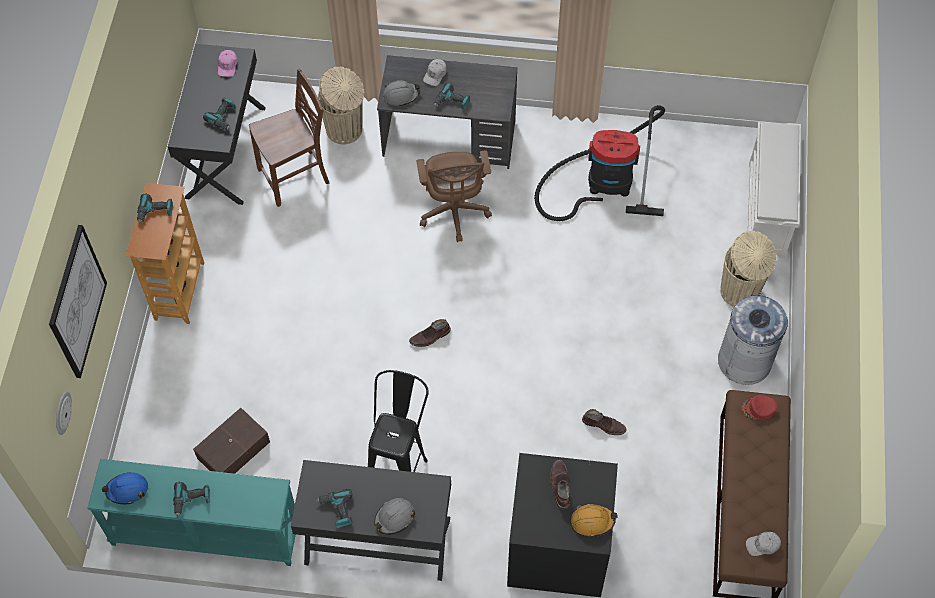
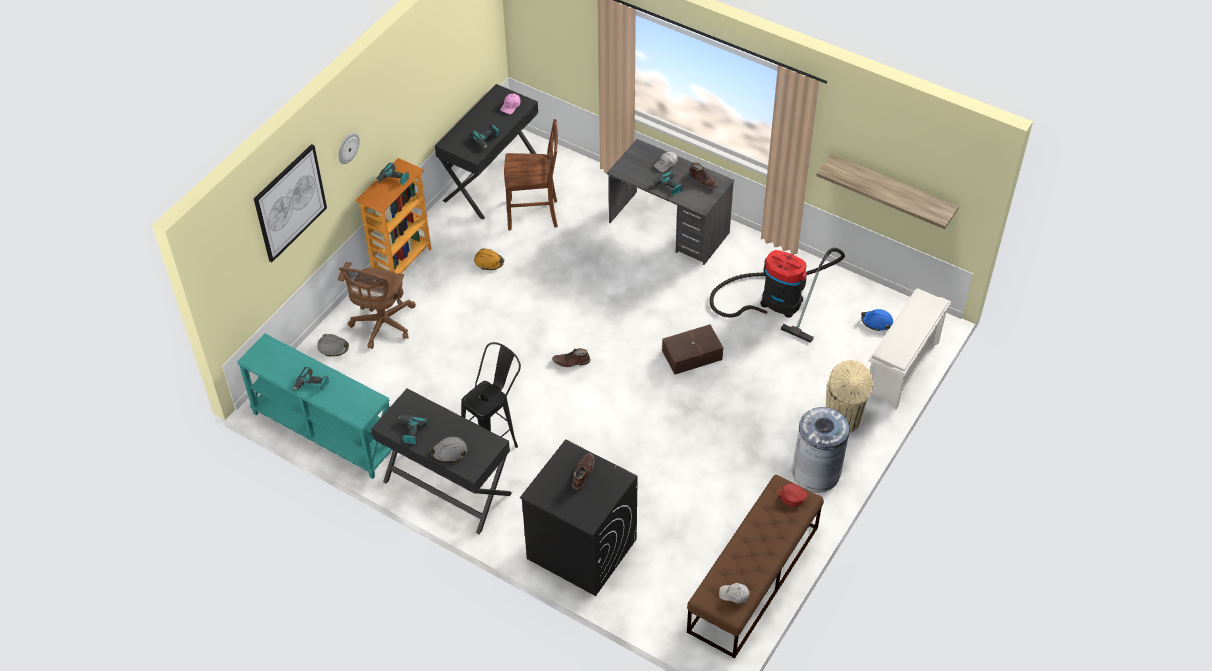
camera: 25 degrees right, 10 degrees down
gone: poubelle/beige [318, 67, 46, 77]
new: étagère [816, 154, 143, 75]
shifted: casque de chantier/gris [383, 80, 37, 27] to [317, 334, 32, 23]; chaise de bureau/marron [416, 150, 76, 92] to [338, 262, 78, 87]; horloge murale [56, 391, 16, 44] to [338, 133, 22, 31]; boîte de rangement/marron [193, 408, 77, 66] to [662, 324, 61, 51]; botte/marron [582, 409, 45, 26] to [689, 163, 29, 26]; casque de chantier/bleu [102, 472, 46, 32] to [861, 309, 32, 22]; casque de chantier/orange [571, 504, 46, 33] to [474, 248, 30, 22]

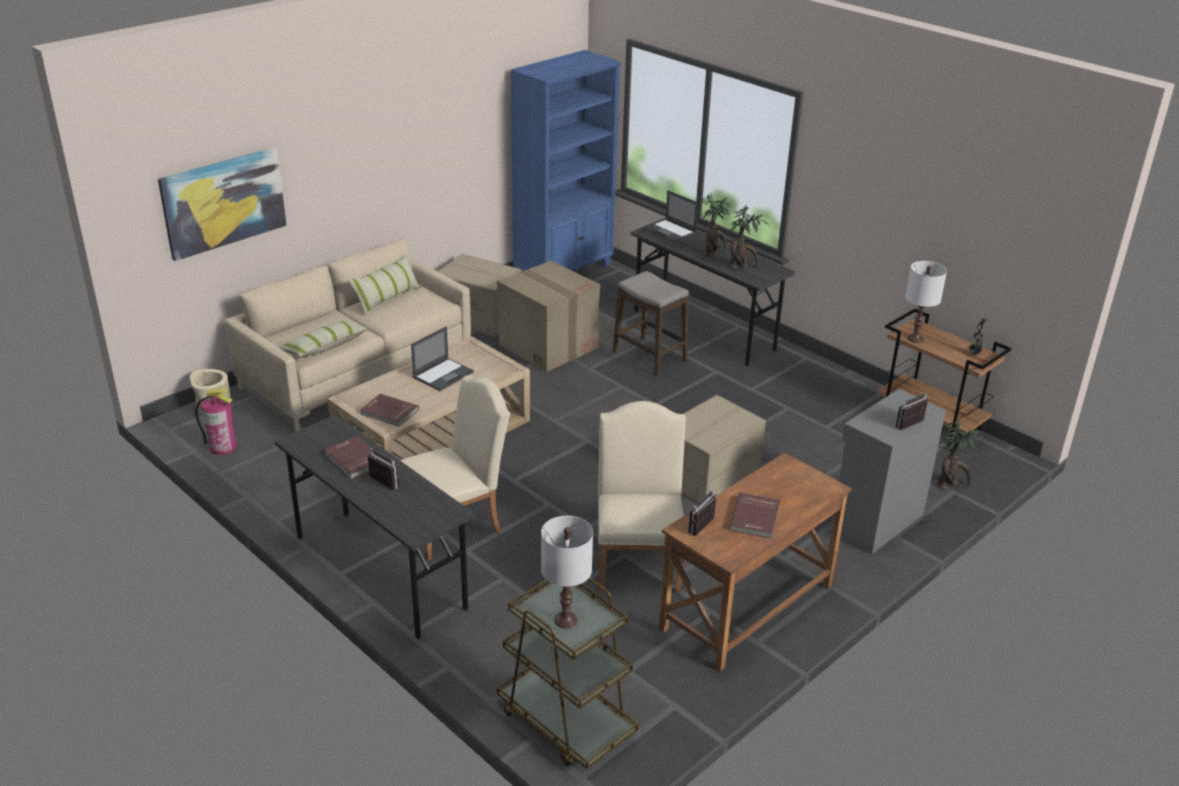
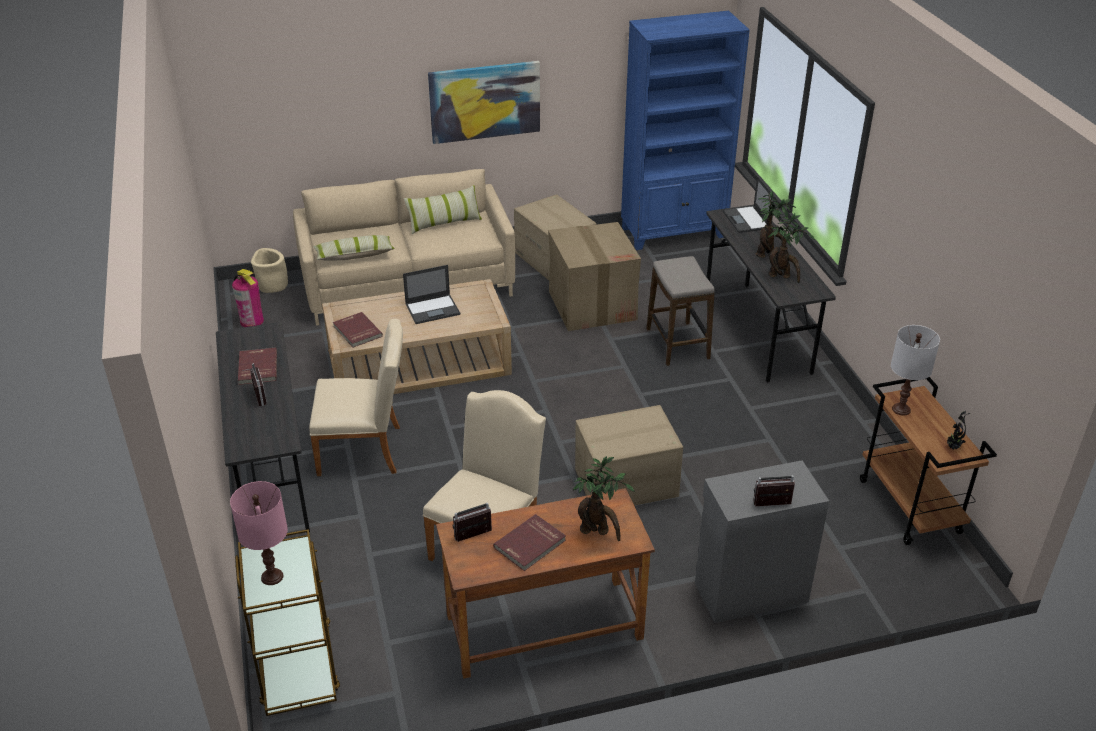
camera: 30 degrees right, 5 degrees up
shifted: tableau [158, 147, 128, 114] to [428, 61, 112, 83]; plante en pot [936, 419, 48, 69] to [573, 456, 62, 85]
repainted: lampe de table/blanc [541, 516, 52, 112] to lampe de table/rose [230, 481, 58, 104]

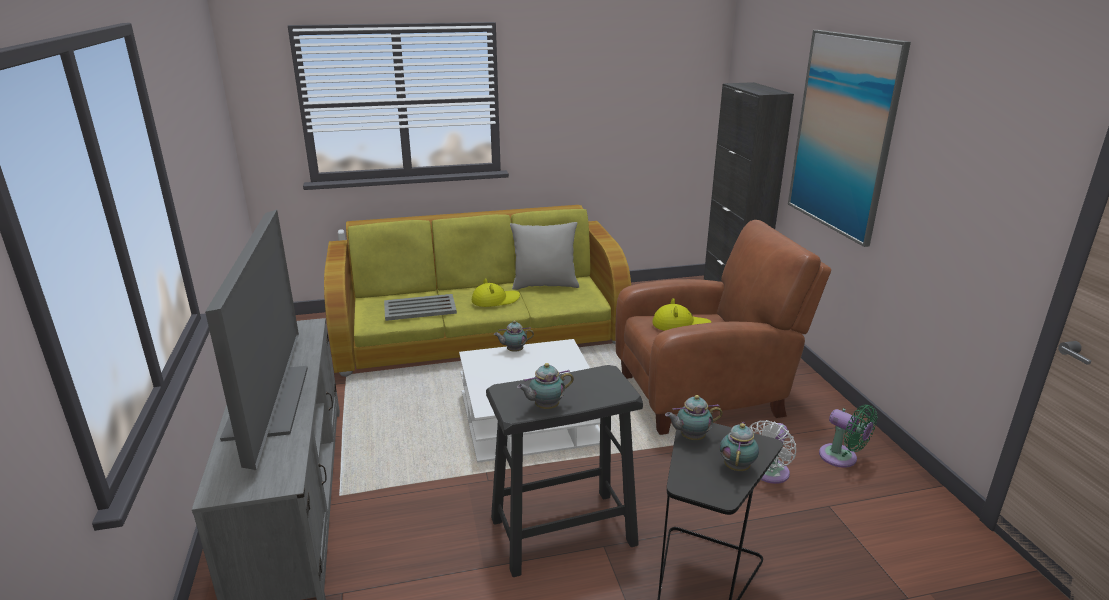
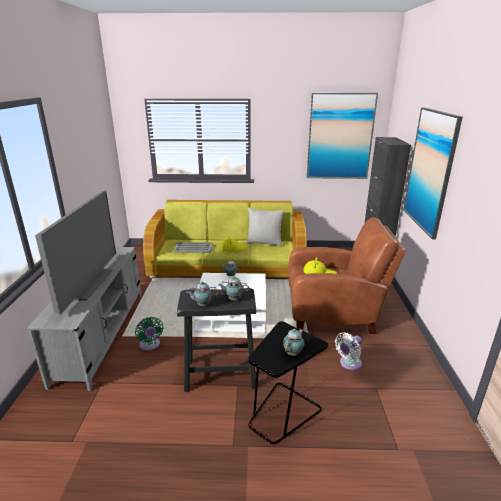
camera: 15 degrees right, 0 degrees up
new: tableau [307, 93, 71, 86]
shifted: théière [665, 395, 58, 45] to [219, 276, 30, 24]; ventilateur/vert [819, 405, 58, 63] to [135, 317, 28, 34]

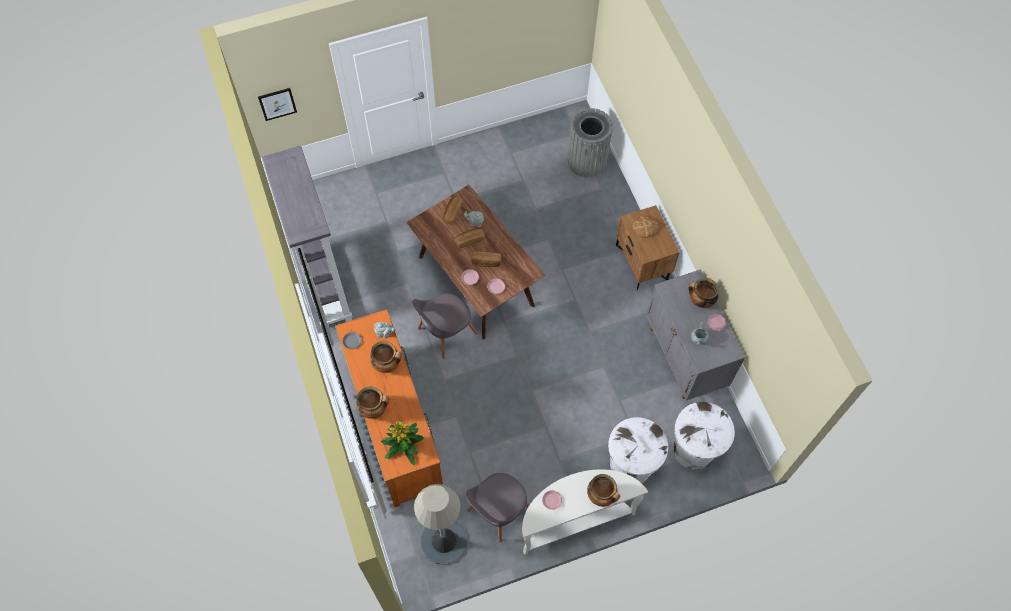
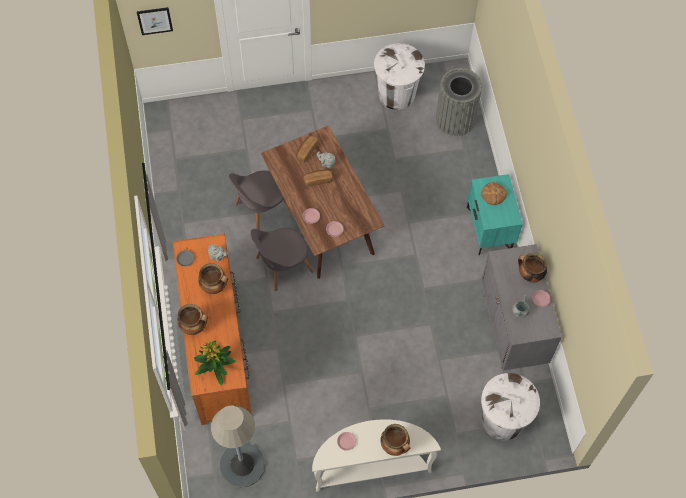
camera: 10 degrees right, 0 degrees up
gone: bibliothèque/gris [262, 146, 91, 182]; pain [471, 251, 30, 16]
shifted: poubelle/blanc [608, 417, 60, 66] to [374, 43, 51, 67]; chaise/gris [465, 473, 64, 69] to [229, 170, 62, 60]
repainted: table de chevet/marron [616, 205, 64, 85] to table de chevet/turquoise [467, 174, 56, 81]

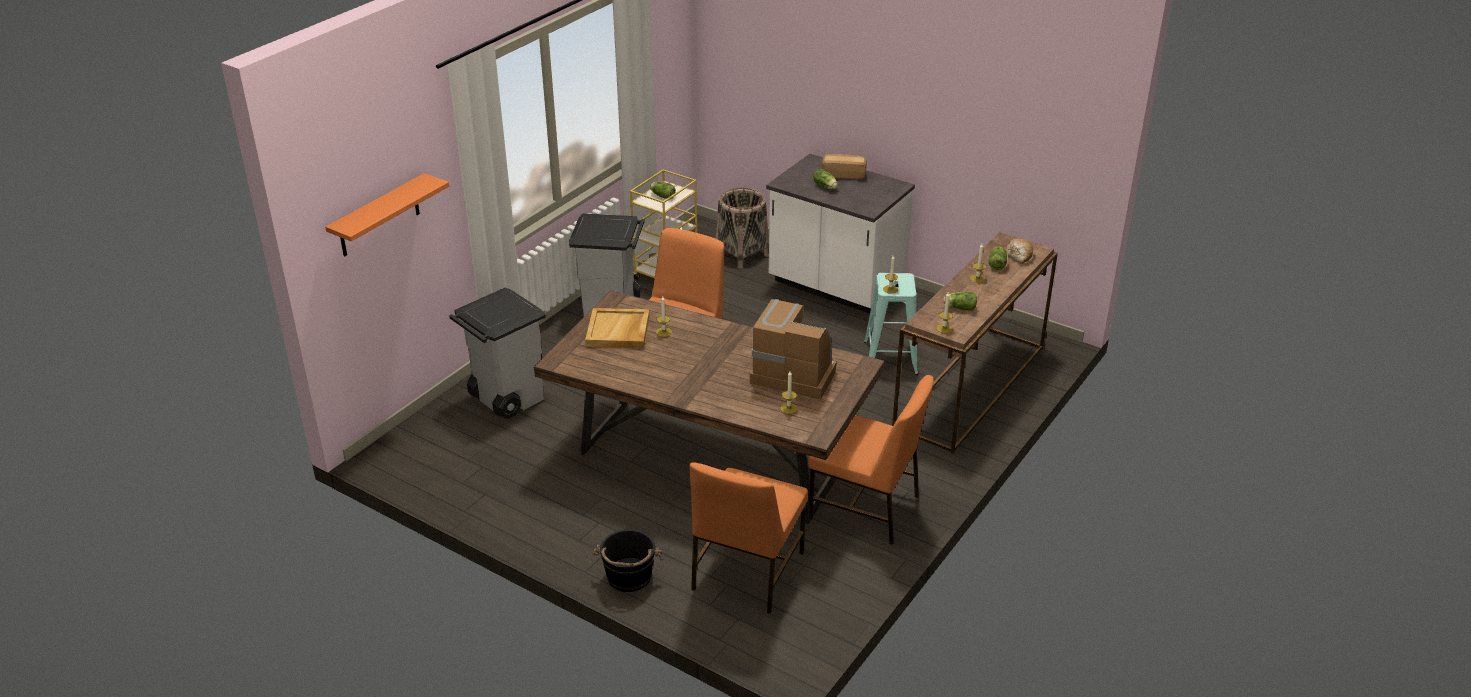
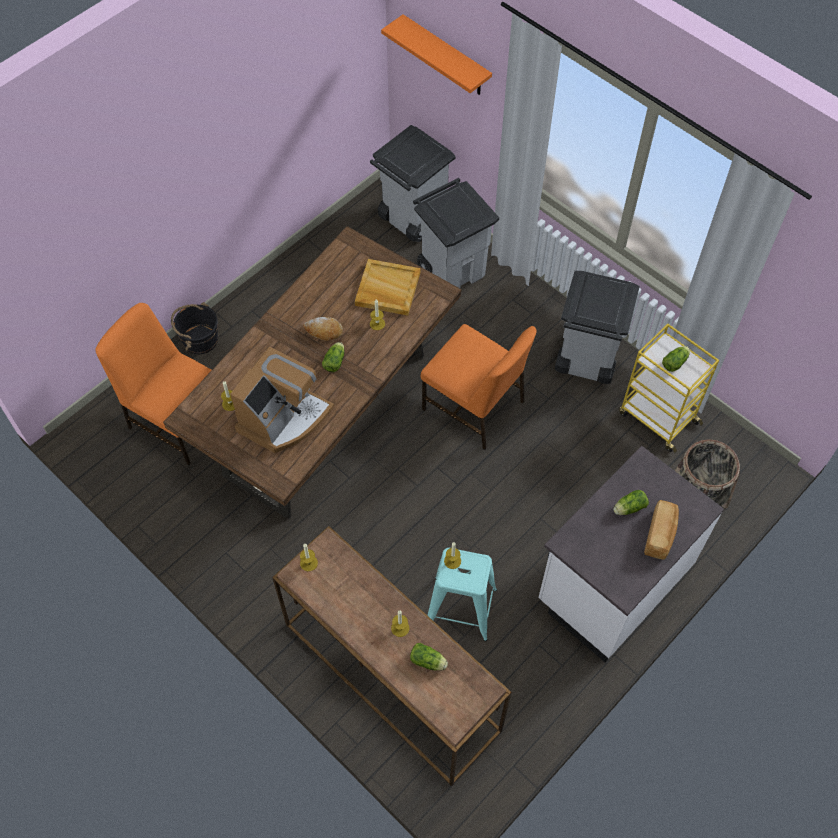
camera: 100 degrees right, 25 degrees up
gone: chaise/orange [809, 375, 125, 170]
new: poubelle/gris [370, 125, 86, 117]
shifted: pain [1007, 238, 26, 26] to [303, 317, 40, 24]; laitue [943, 292, 34, 19] to [322, 342, 23, 30]

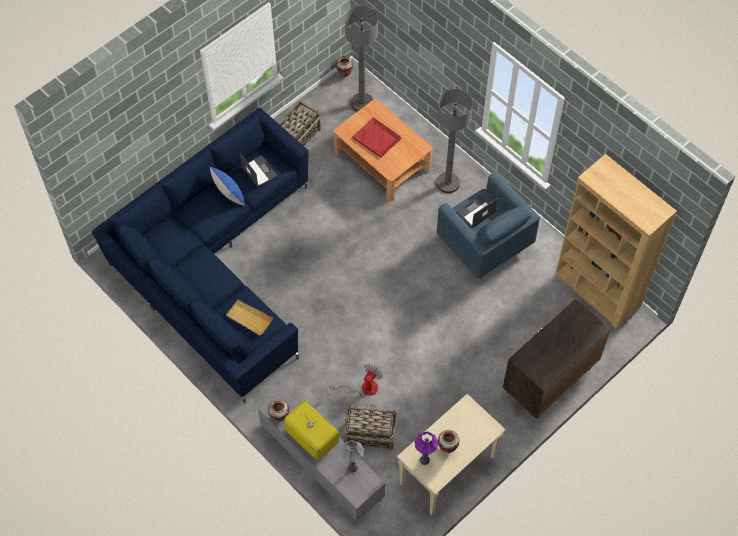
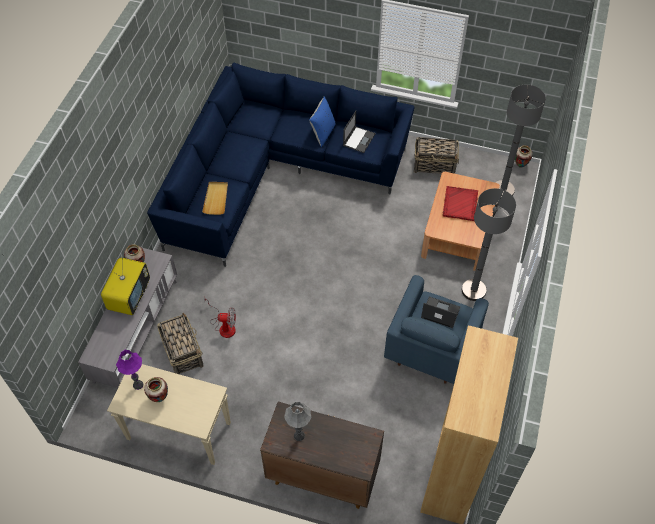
camera: 60 degrees right, 5 degrees down
shifted: lampe de table/gris [340, 440, 24, 33] to [284, 402, 27, 39]

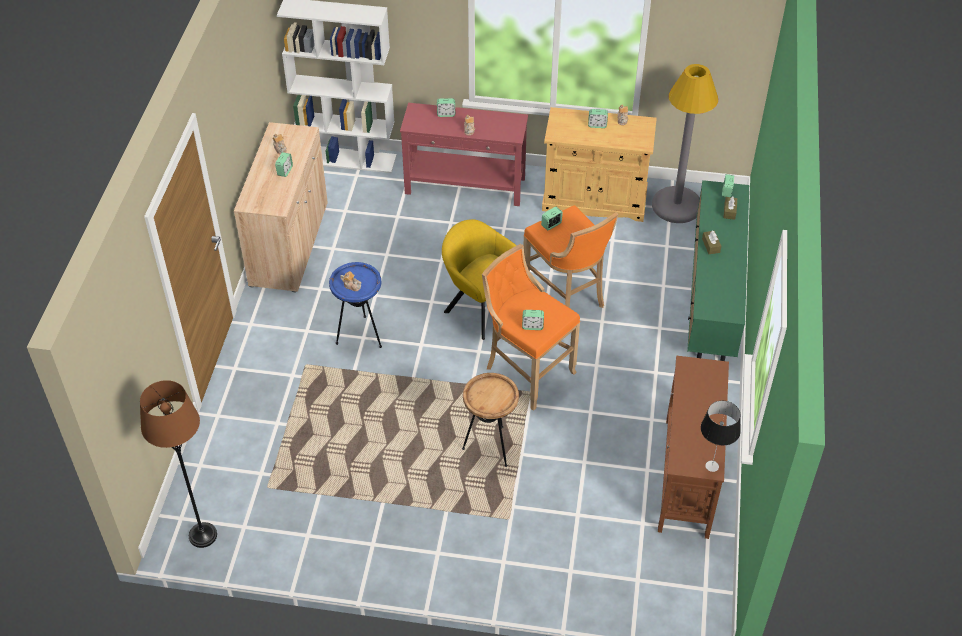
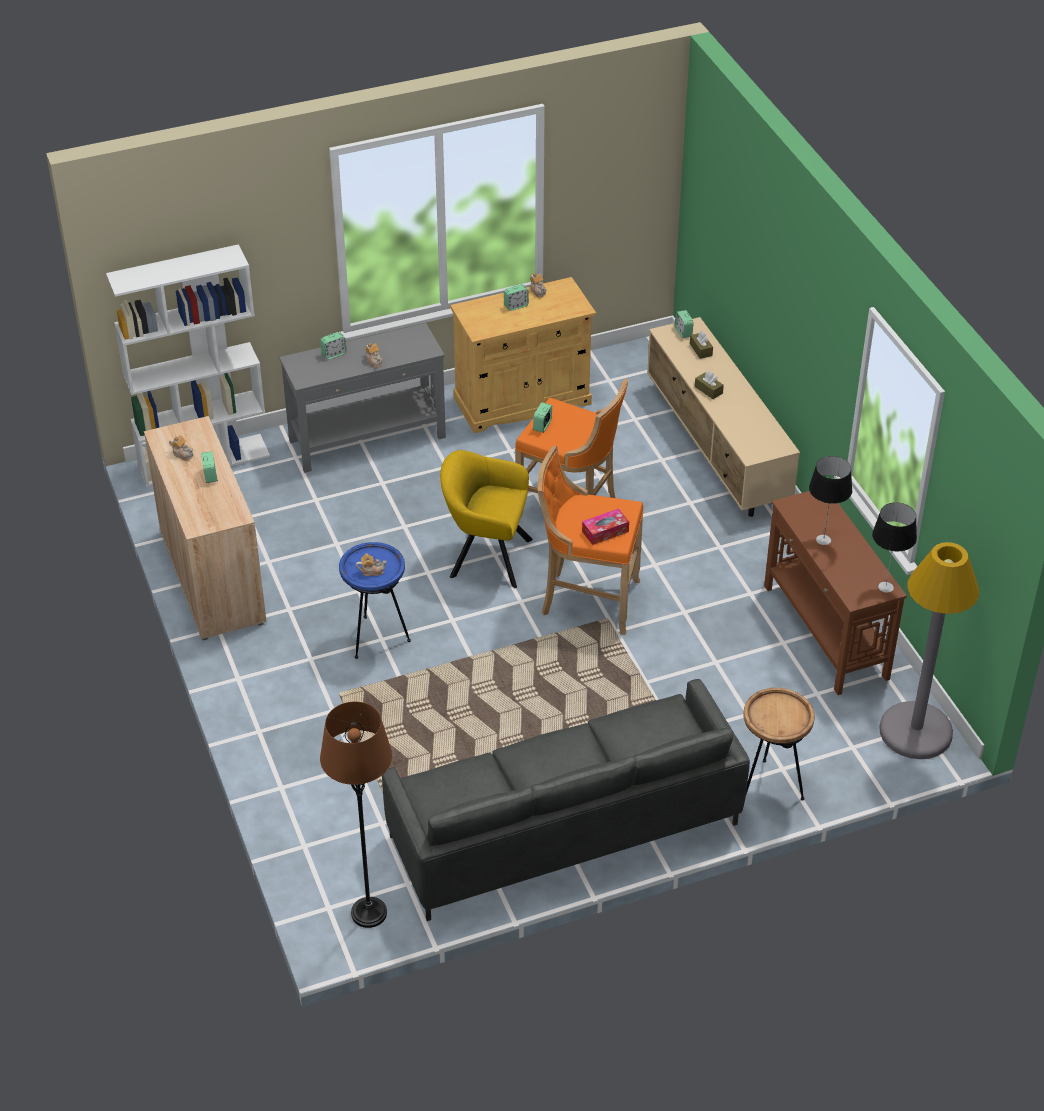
camera: 30 degrees left, 5 degrees down
new: lampe de table [809, 456, 43, 89]; canapé/gris [382, 679, 368, 242]
shifted: lampadaire/gris [652, 64, 66, 159] to [879, 542, 100, 217]; table d'appoint/marron [462, 373, 57, 94] to [743, 688, 72, 113]
swapped: réveil [522, 310, 22, 20] to boîte à mouchoirs [582, 509, 47, 36]
repainted: table console/rouge [400, 103, 128, 103] to table console/gris [279, 323, 167, 150]; meuble télé/vert [687, 180, 62, 181] to meuble télé/beige [647, 317, 153, 200]

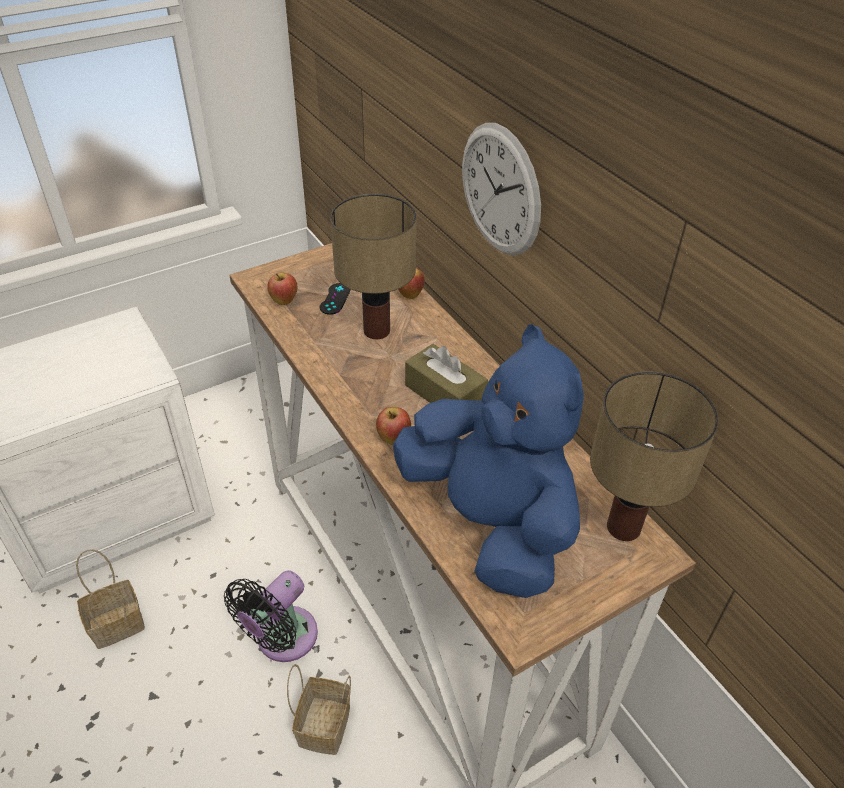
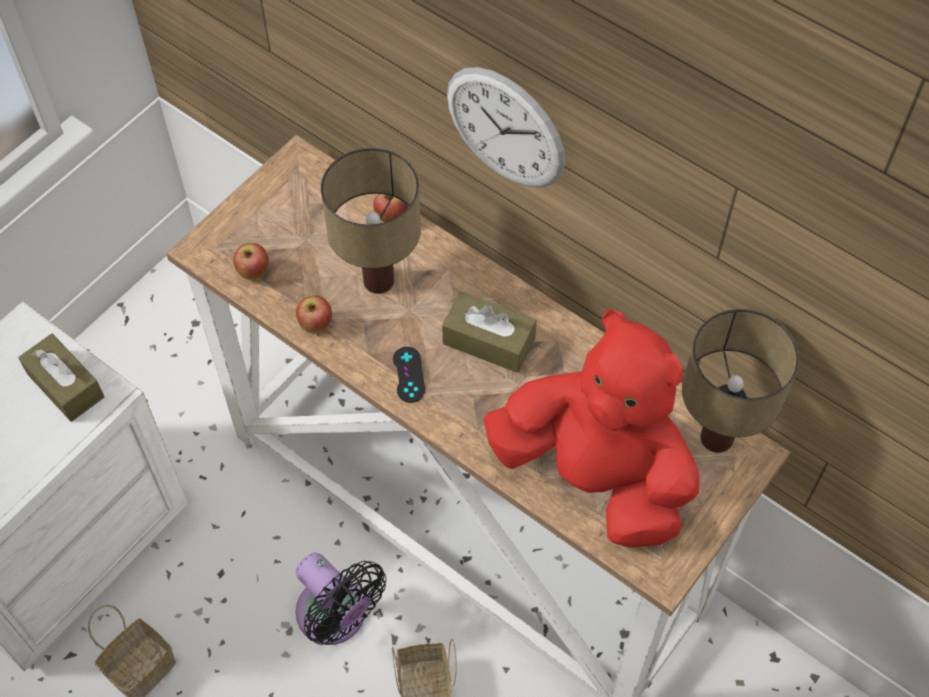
camera: 20 degrees left, 15 degrees up
new: boîte à mouchoirs/marron [18, 334, 86, 88]
shifted: manette/noir [320, 283, 31, 32] to [393, 347, 32, 56]; pomme [376, 407, 35, 38] to [296, 296, 36, 38]
repainted: peluche/bleu [393, 324, 191, 274] to peluche/rouge [483, 309, 216, 238]
rotated: ventilateur/noir [224, 570, 94, 92] = [295, 553, 91, 92] 60 degrees counterclockwise

